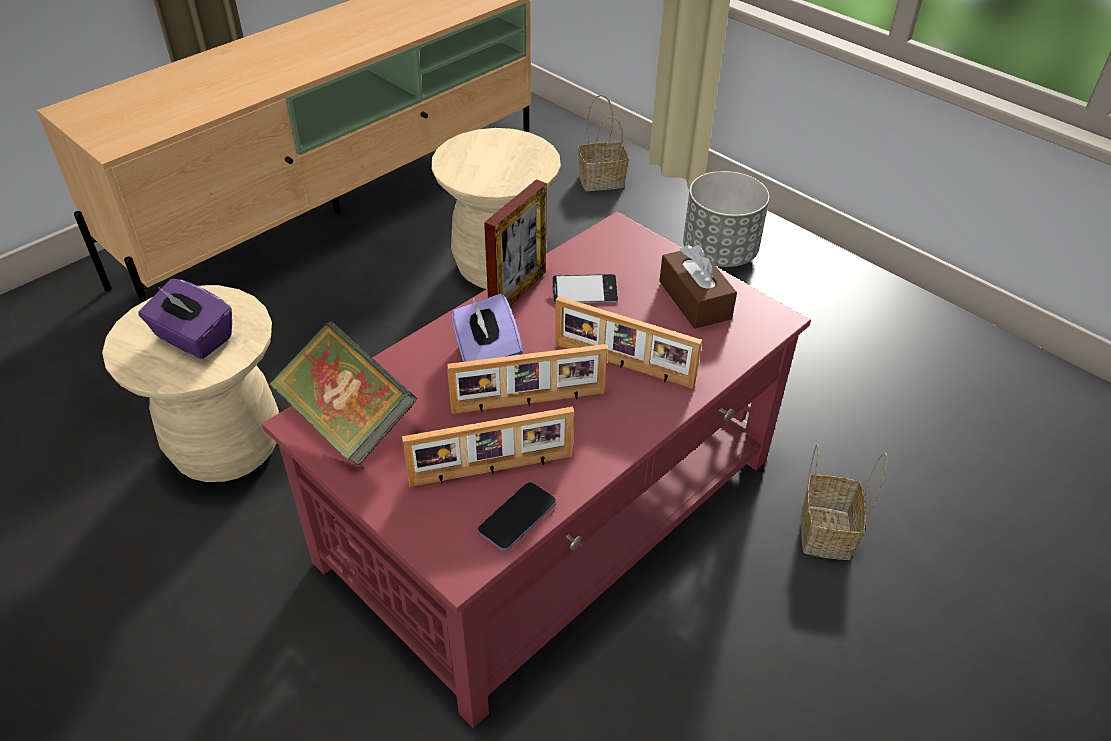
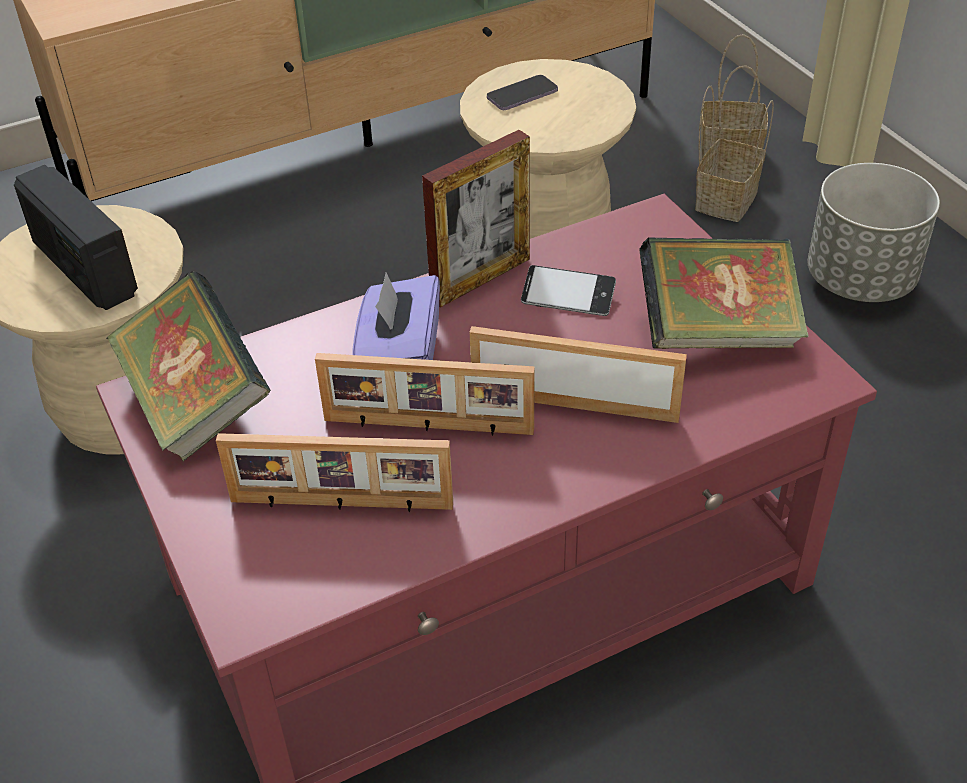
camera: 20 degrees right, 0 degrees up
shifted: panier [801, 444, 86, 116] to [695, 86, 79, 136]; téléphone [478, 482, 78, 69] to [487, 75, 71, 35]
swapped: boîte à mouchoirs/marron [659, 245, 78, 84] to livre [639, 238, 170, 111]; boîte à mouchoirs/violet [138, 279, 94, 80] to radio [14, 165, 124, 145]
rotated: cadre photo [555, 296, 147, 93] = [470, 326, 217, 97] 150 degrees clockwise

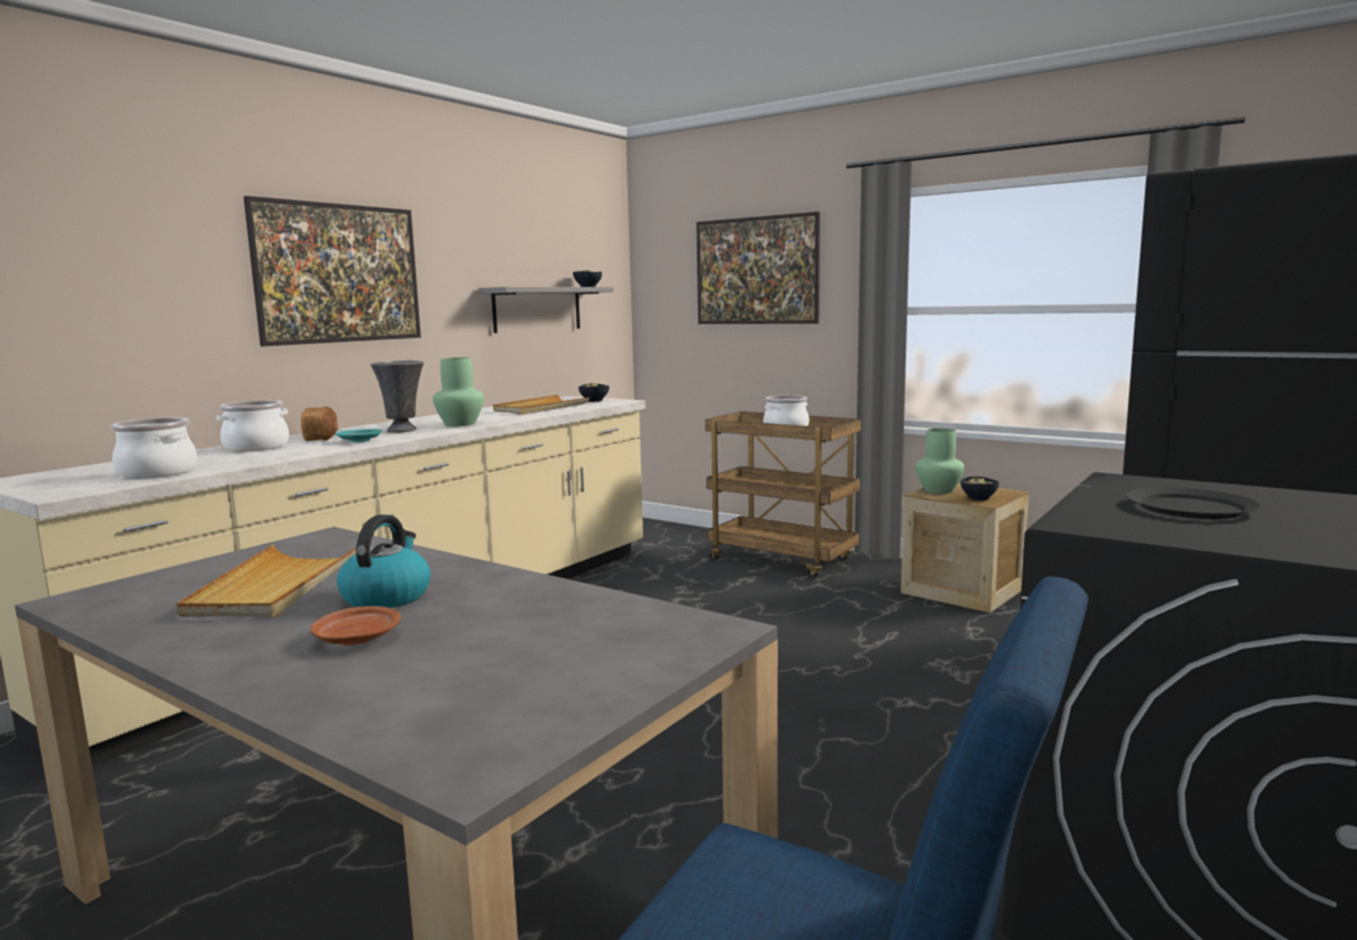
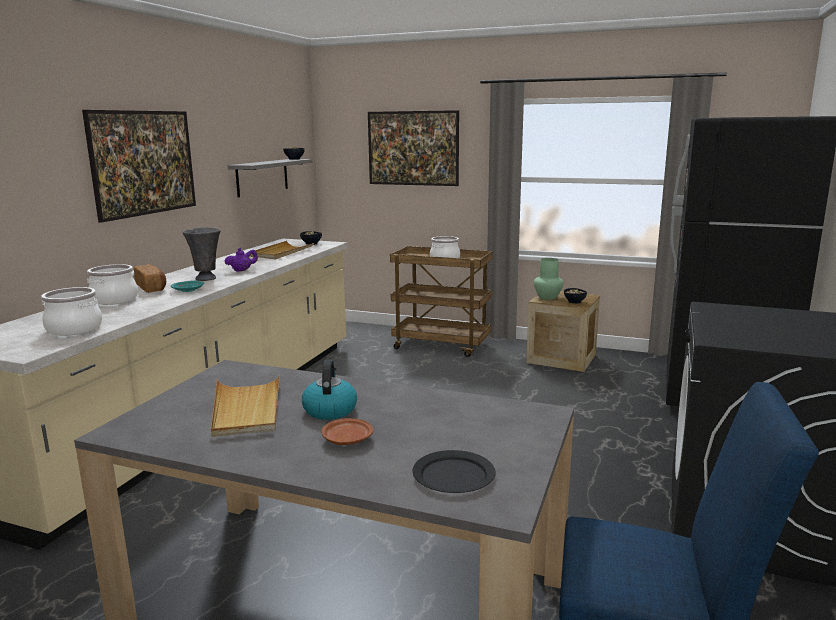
camera: 15 degrees left, 5 degrees up
shifted: assiette/noir [1126, 487, 134, 32] to [412, 450, 84, 43]
swapped: vase/vert [433, 357, 51, 70] to théière/violet [225, 248, 33, 24]

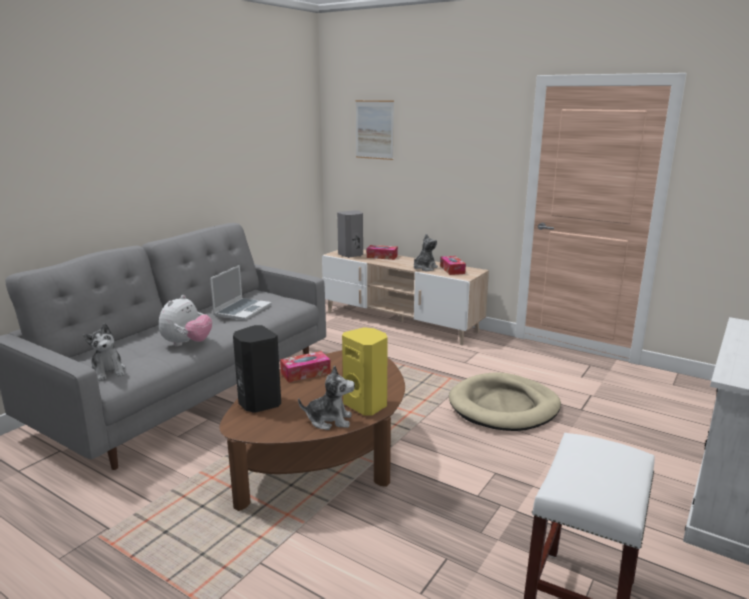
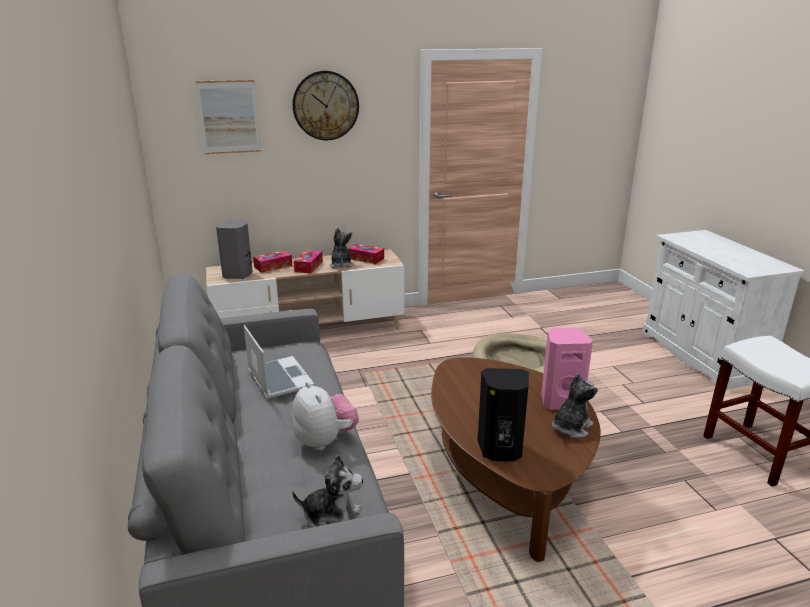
camera: 50 degrees left, 5 degrees up
new: horloge murale [292, 71, 67, 69]
shifted: boîte à mouchoirs [280, 351, 51, 32] to [294, 250, 29, 23]
repainted: enceinte/jaune [342, 327, 46, 89] to enceinte/rose [541, 328, 52, 82]

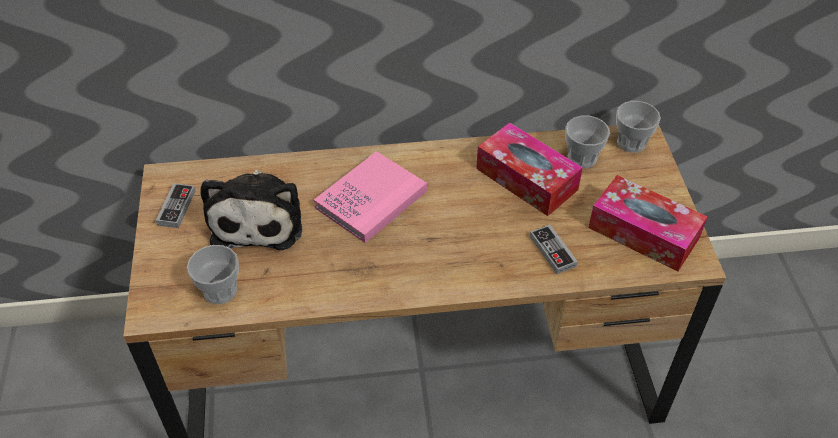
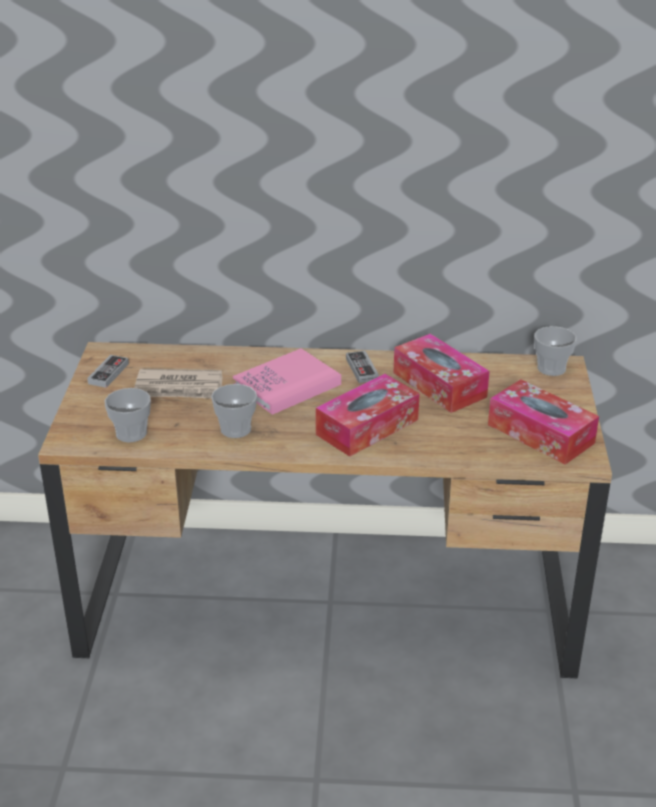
camera: 10 degrees right, 15 degrees down
new: boîte à mouchoirs [316, 374, 104, 83]
shifted: tasse [565, 116, 45, 52] to [211, 384, 46, 54]; manette [530, 225, 48, 49] to [346, 351, 33, 32]
swapped: peluche [200, 170, 103, 80] to journal [134, 369, 88, 30]

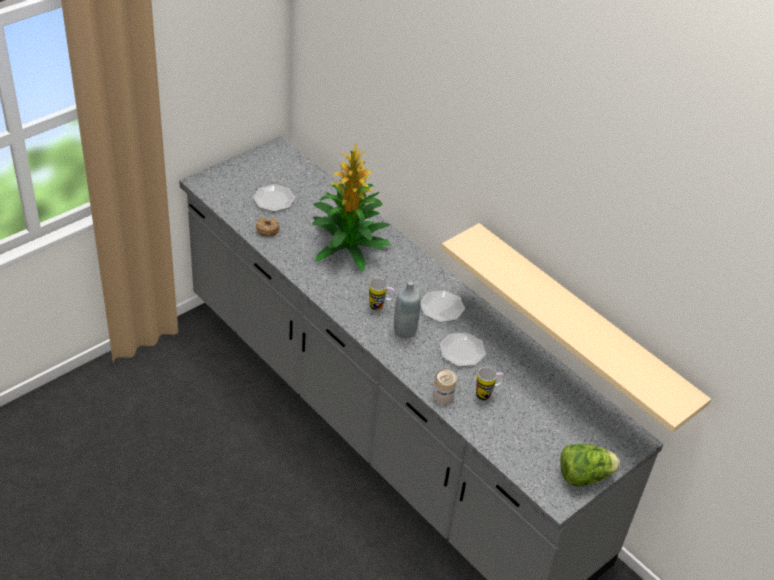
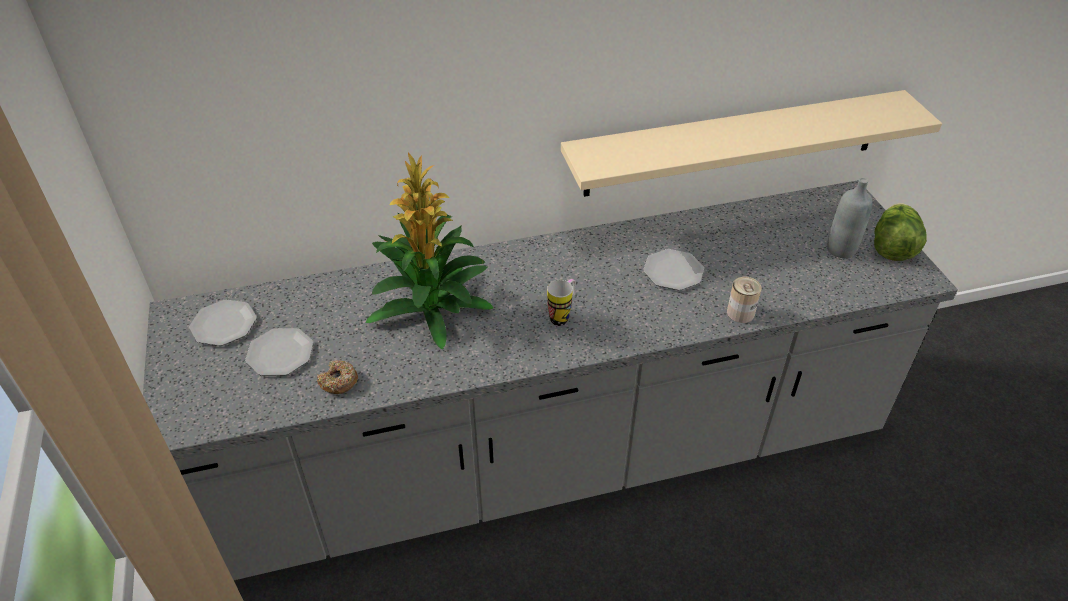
camera: 60 degrees left, 0 degrees up
gone: mug [476, 367, 29, 34]
shifted: bouteille/gris [394, 280, 27, 58] to [827, 178, 46, 80]; assiette [420, 290, 45, 32] to [189, 300, 68, 46]

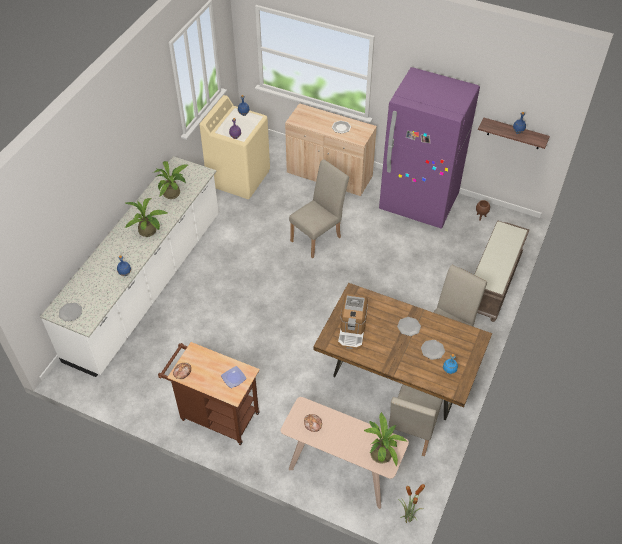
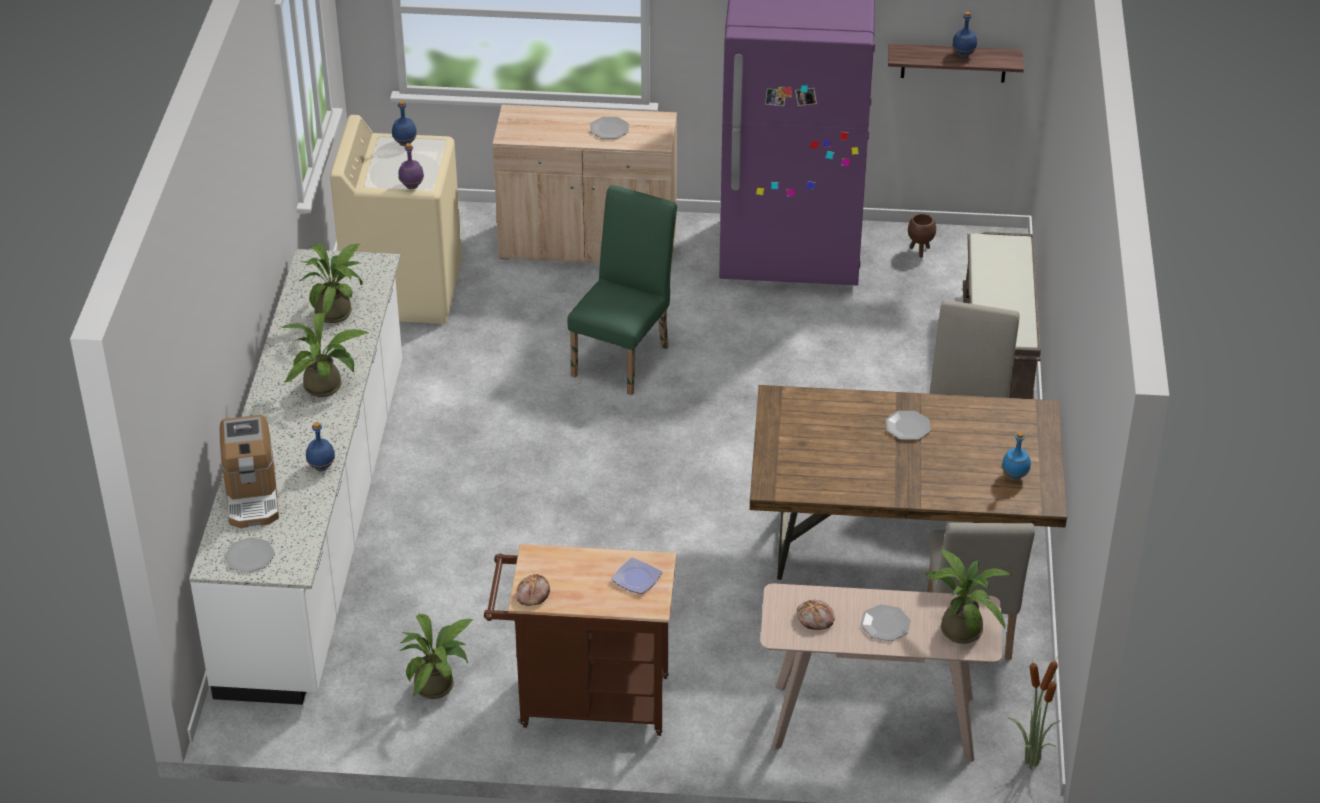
camera: 20 degrees left, 10 degrees down
new: plante en pot [399, 614, 74, 85]
shifted: machine à café [338, 294, 30, 56] to [220, 415, 59, 113]; assiette [421, 340, 24, 20] to [860, 604, 51, 37]
repainted: chaise/beige [289, 159, 60, 99] to chaise/vert [567, 185, 110, 210]

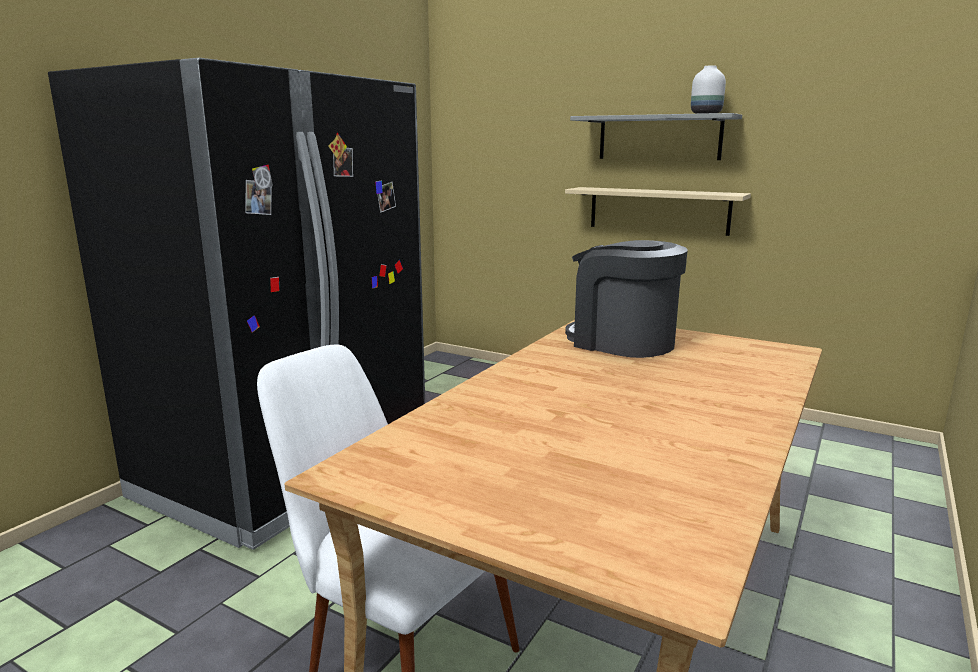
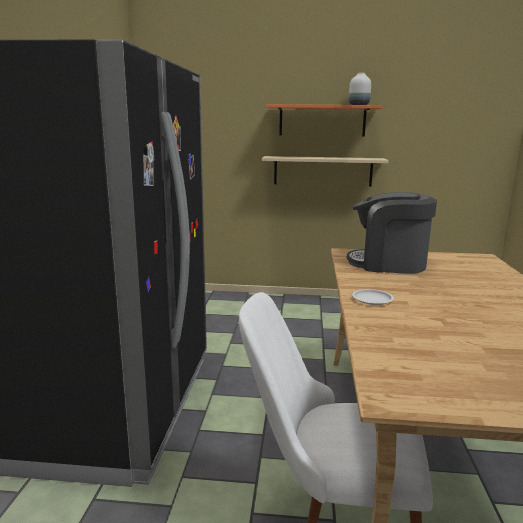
camera: 25 degrees left, 0 degrees up
new: assiette/blanc [352, 289, 42, 16]
repainted: étagère/gris [570, 113, 172, 47] to étagère/orange [267, 104, 116, 33]

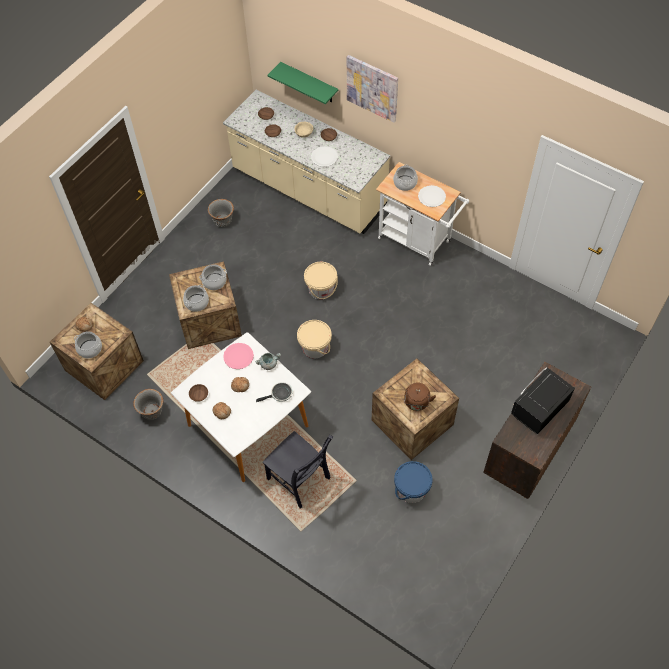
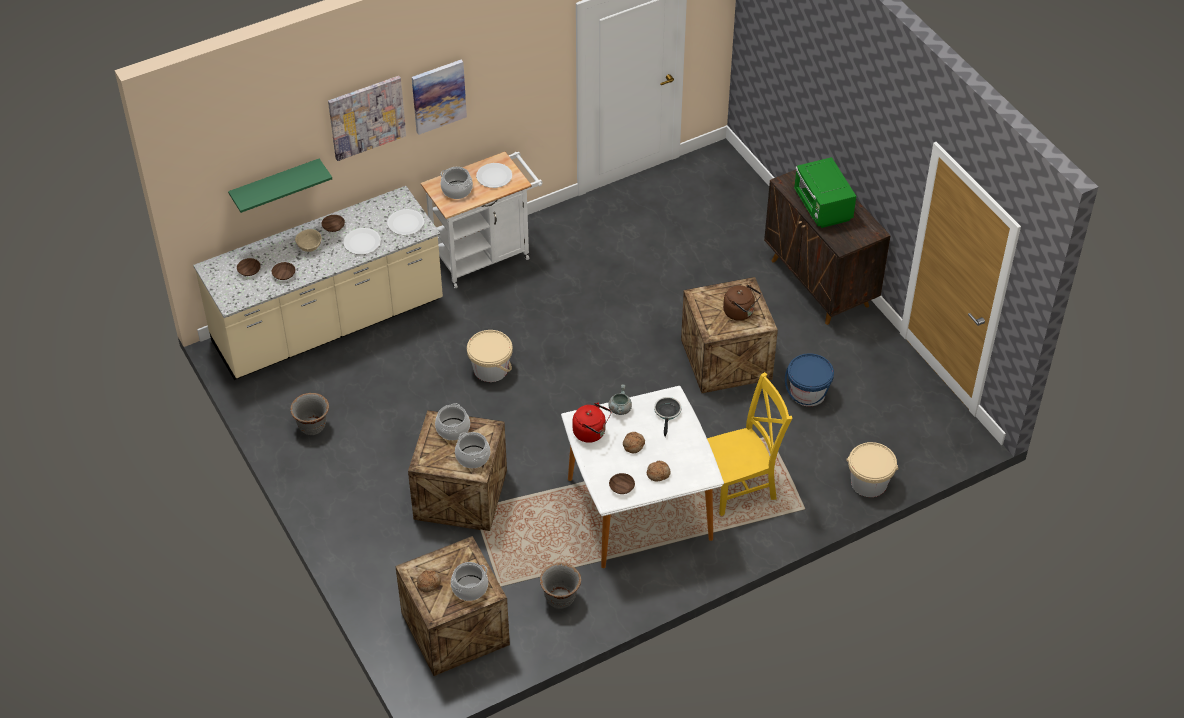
camera: 65 degrees left, 10 degrees down
new: tableau [412, 60, 55, 75]; assiette/blanc [387, 209, 37, 26]
shifted: seau/beige [297, 320, 35, 38] to [846, 442, 53, 55]
swapped: assiette/rose [223, 343, 31, 26] to bouilloire/rouge [573, 402, 38, 41]
repainted: micro-ondes/noir [511, 367, 64, 67] to micro-ondes/vert [794, 157, 62, 71]; chaise/noir [263, 431, 70, 77] to chaise/jaune [707, 372, 85, 144]

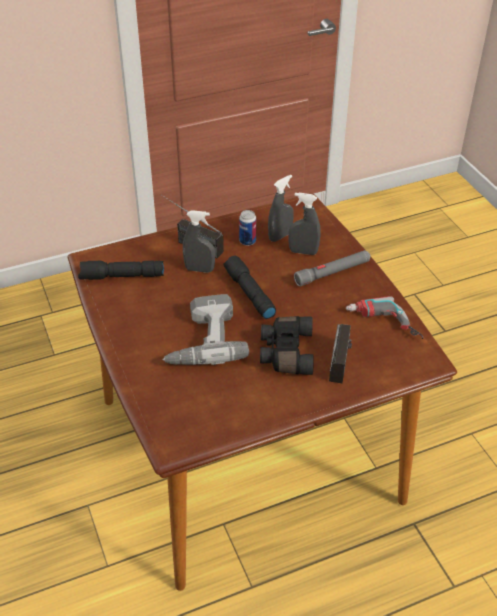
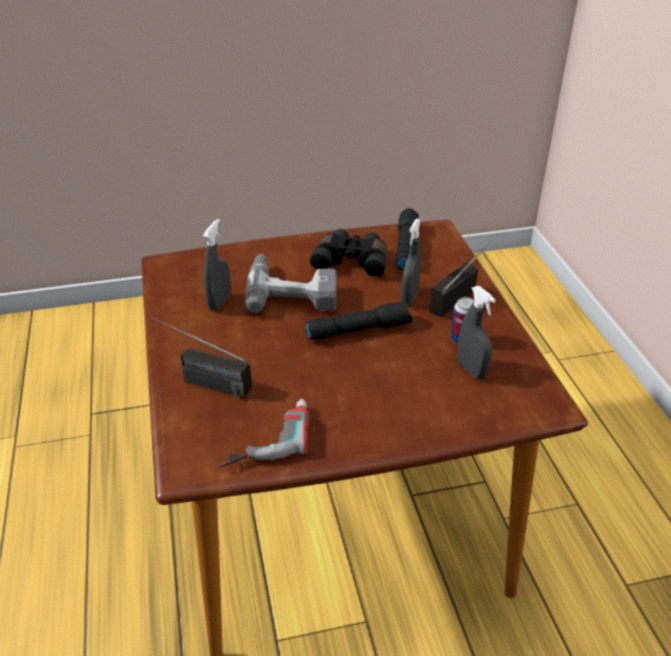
camera: 100 degrees right, 5 degrees down
gone: lampe de poche/gris [294, 250, 77, 36]
shifted: vaporisateur/gris [289, 193, 32, 62] to [203, 219, 28, 92]; jumelles/noir [260, 316, 54, 59] to [310, 229, 77, 48]

